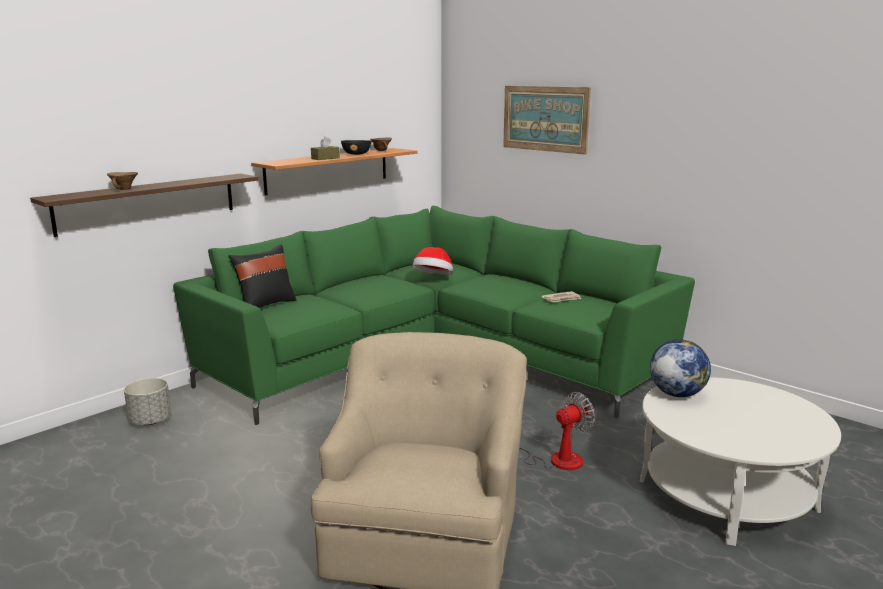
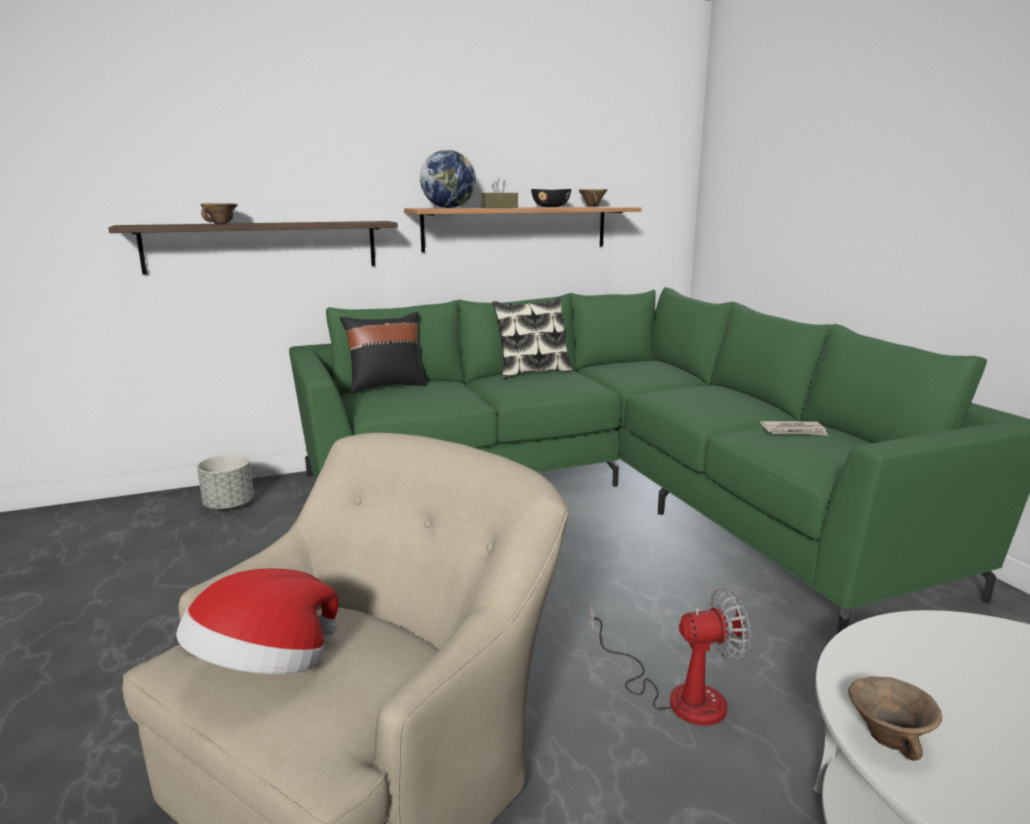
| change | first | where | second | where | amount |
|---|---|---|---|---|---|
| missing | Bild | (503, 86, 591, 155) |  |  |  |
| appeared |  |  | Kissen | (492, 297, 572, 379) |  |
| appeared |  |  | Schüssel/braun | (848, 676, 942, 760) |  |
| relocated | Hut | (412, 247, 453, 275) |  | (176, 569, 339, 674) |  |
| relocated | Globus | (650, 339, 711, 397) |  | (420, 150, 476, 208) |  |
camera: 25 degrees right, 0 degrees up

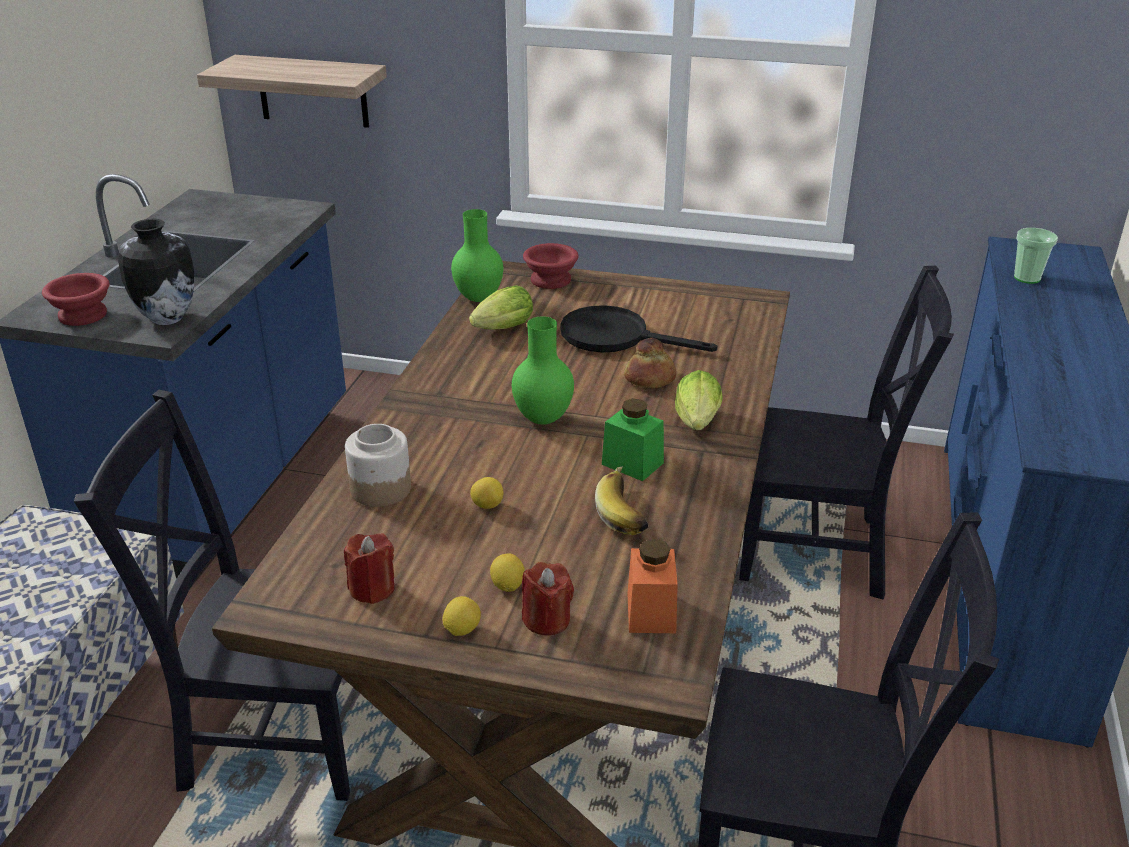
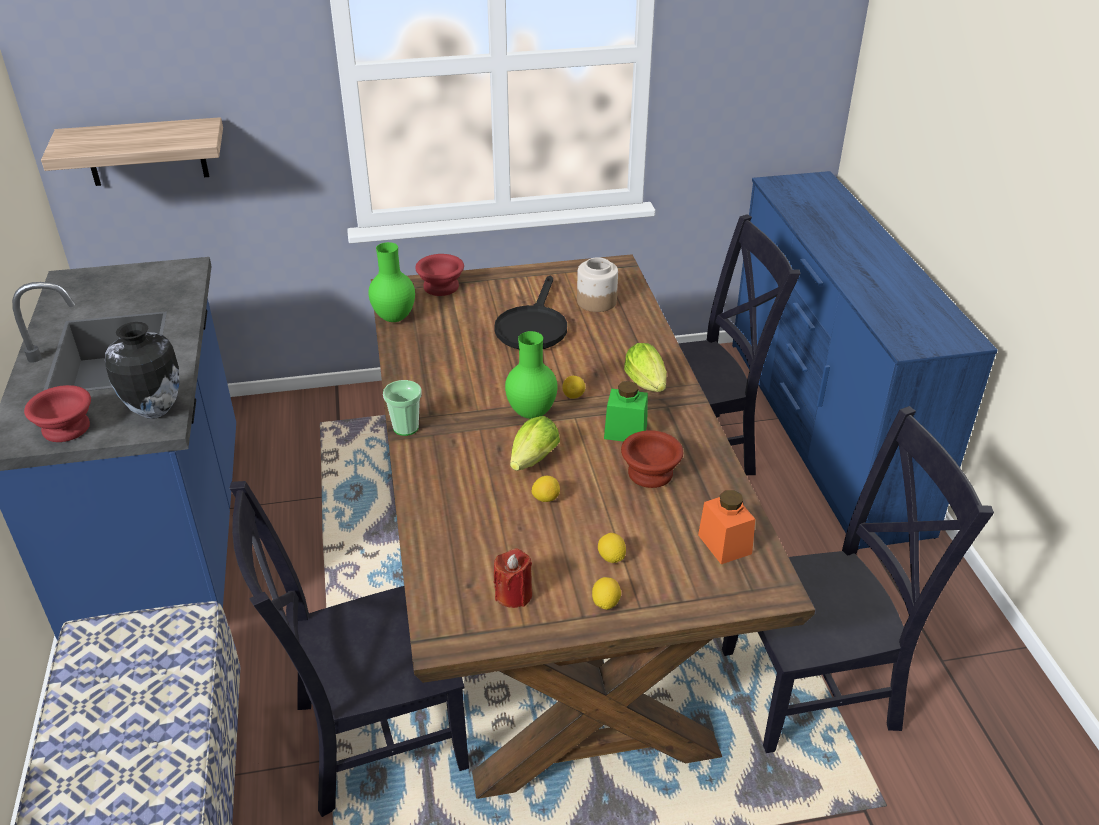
| change | first | where | second | where | amount |
|---|---|---|---|---|---|
| missing | Kerze/rot | (522, 562, 574, 635) |  |  |  |
| missing | Brot | (624, 338, 676, 389) |  |  |  |
| appeared |  |  | Zitrone | (562, 376, 585, 399) |  |
| relocated | Vorratsglas | (345, 424, 411, 507) |  | (577, 257, 618, 312) |  |
| relocated | Salatkopf | (469, 285, 533, 330) |  | (510, 416, 560, 471) |  |
| relocated | Tasse | (1014, 228, 1058, 284) |  | (383, 380, 422, 436) |  |
| exchanged | Banane | (595, 466, 649, 535) | Schüssel/braun | (621, 430, 683, 488) |  |
| spun | Pfanne/schwarz | (560, 305, 717, 352) |  | (494, 275, 567, 349) | 75 degrees counterclockwise |
camera: 25 degrees left, 5 degrees up

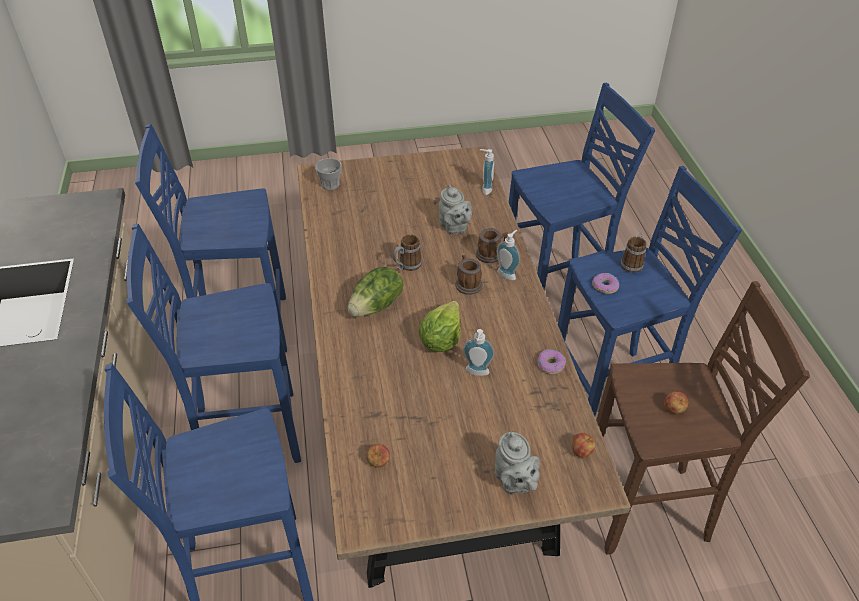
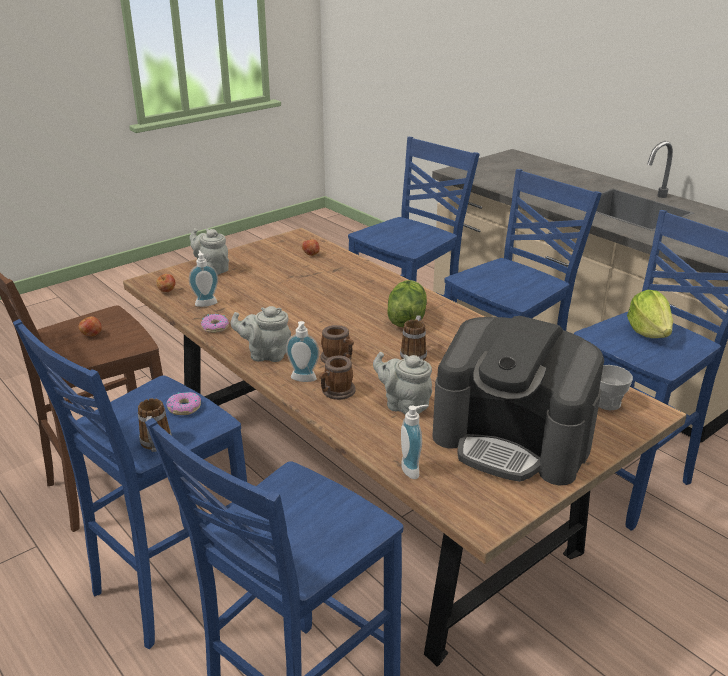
| change | first | where | second | where | amount |
|---|---|---|---|---|---|
| appeared |  |  | Teekanne/grau | (231, 306, 291, 362) |  |
| appeared |  |  | Kaffeemaschine | (432, 316, 604, 485) |  |
| relocated | Salatkopf | (418, 301, 461, 352) |  | (627, 290, 673, 338) |  |
| relocated | Seifenspender | (463, 329, 495, 376) |  | (189, 250, 218, 307) |  |
camera: 150 degrees right, 15 degrees down

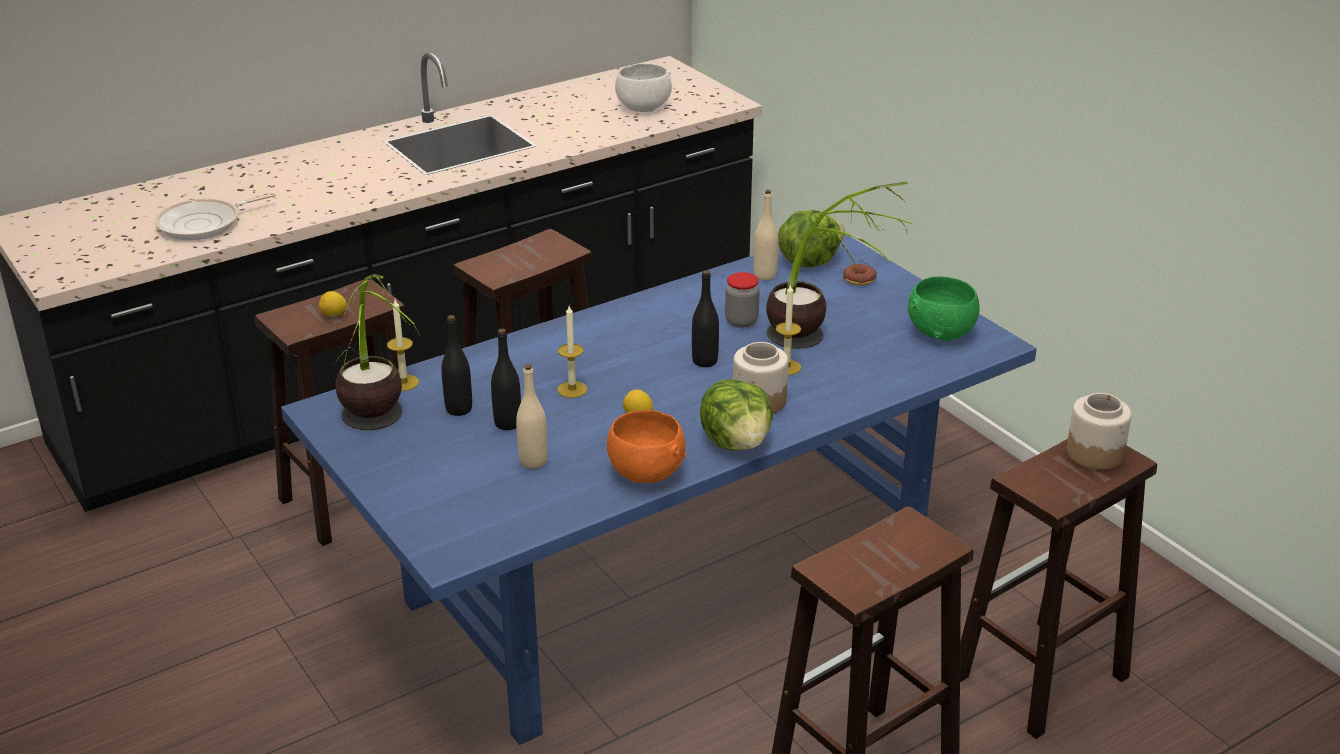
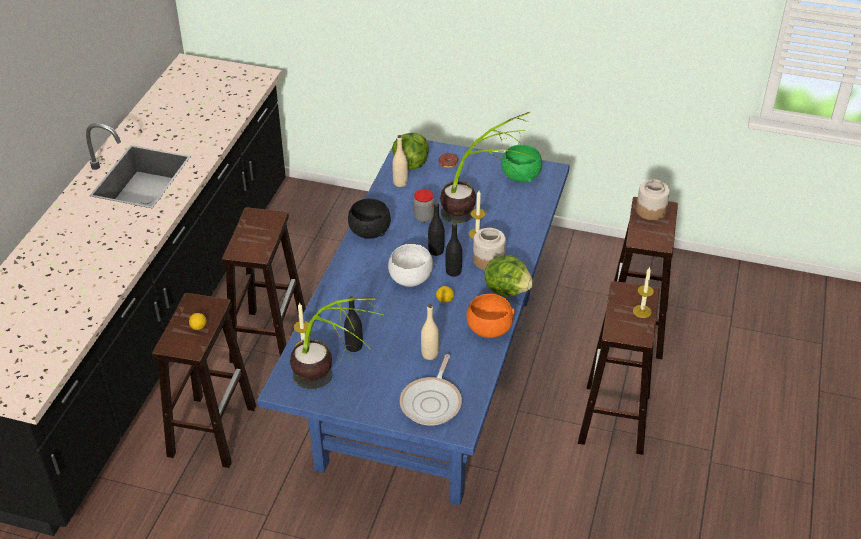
| change | first | where | second | where | amount |
|---|---|---|---|---|---|
| appeared |  |  | Schüssel/schwarz | (348, 198, 391, 239) |  |
| relocated | Pfanne | (155, 193, 276, 240) |  | (400, 354, 462, 426) |  |
| relocated | Flasche/schwarz | (491, 329, 521, 430) |  | (446, 222, 462, 277) |  |
| relocated | Kerze | (558, 306, 587, 398) |  | (633, 267, 654, 318) |  |
| relocated | Schüssel/weiß | (615, 63, 672, 112) |  | (388, 244, 433, 287) |  |
camera: 40 degrees left, 10 degrees up

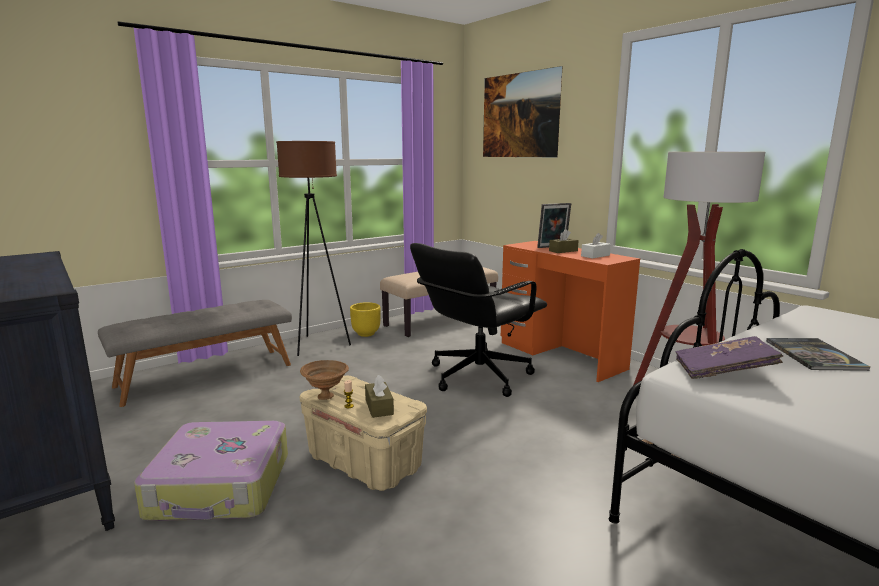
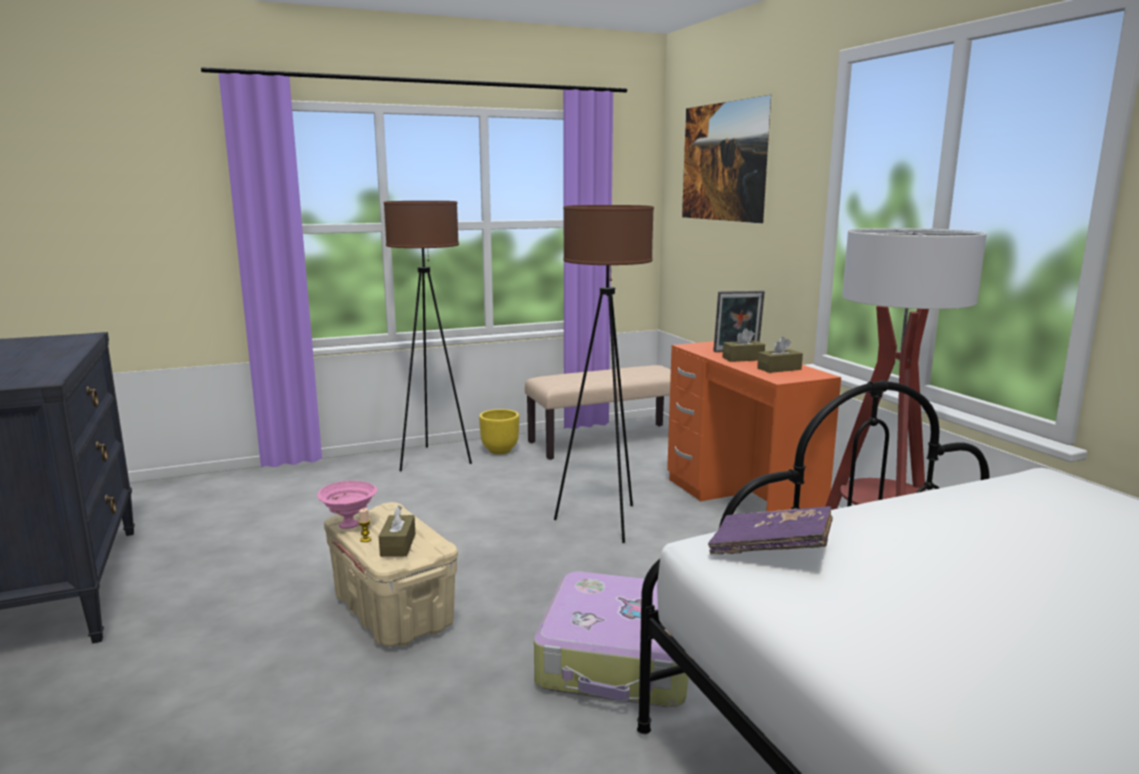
| change | first | where | second | where | amount |
|---|---|---|---|---|---|
| missing | Bank/grau | (98, 300, 292, 407) |  |  |  |
| missing | Buch | (766, 338, 870, 371) |  |  |  |
| relocated | Koffer | (134, 421, 288, 521) |  | (534, 572, 689, 707) |  |
| exchanged | Bürostuhl/schwarz | (410, 243, 547, 397) | Stehlampe/braun | (554, 205, 654, 543) |  |
| colour | Schüssel/braun | (300, 360, 349, 400) | Schüssel/rosa | (317, 481, 377, 529) |  |
| colour | Taschentuchbox/weiß | (581, 233, 611, 258) | Taschentuchbox/braun | (757, 337, 803, 373) |  |
camera: 15 degrees right, 0 degrees up

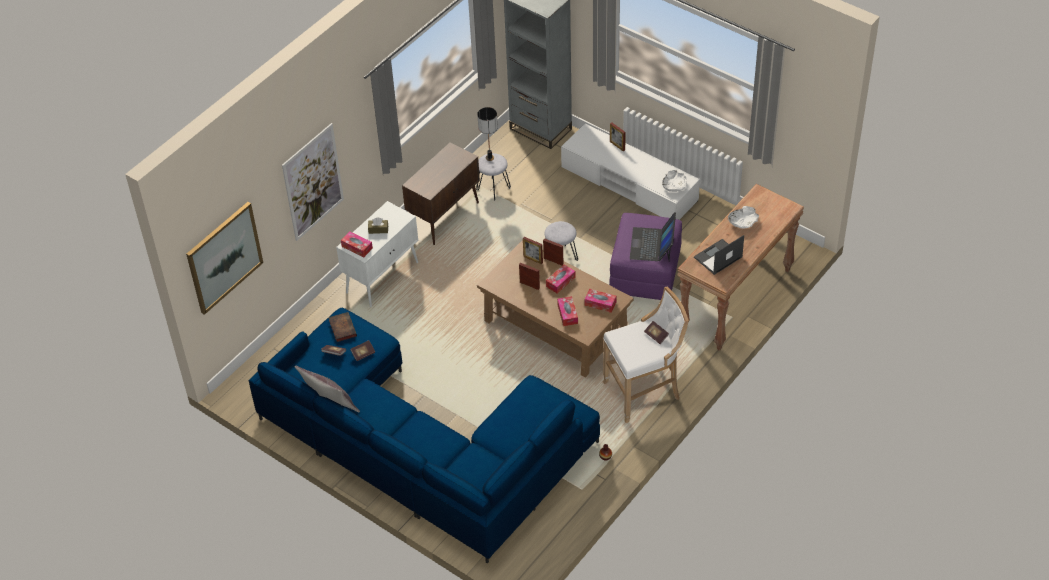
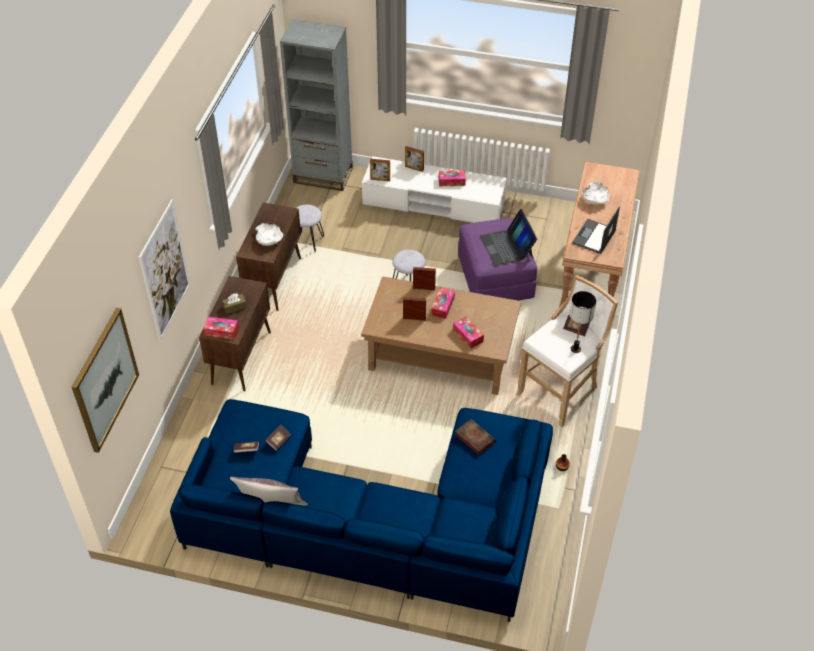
| change | first | where | second | where | amount |
|---|---|---|---|---|---|
| relocated | Buch | (328, 312, 357, 342) |  | (455, 419, 496, 455) |  |
| relocated | Tischlampe | (477, 107, 498, 161) |  | (570, 291, 596, 353) |  |
| relocated | Bilderrahmen | (523, 237, 543, 264) |  | (370, 159, 390, 181) |  |
| relocated | Taschentuchbox | (585, 289, 616, 313) |  | (439, 170, 466, 186) |  |
| relocated | Schüssel/weiß | (662, 170, 687, 192) |  | (255, 223, 283, 246) |  |
| colour | Schrank/weiß | (336, 201, 418, 307) | Schrank/braun | (199, 276, 271, 391) |  |
camera: 25 degrees left, 0 degrees up

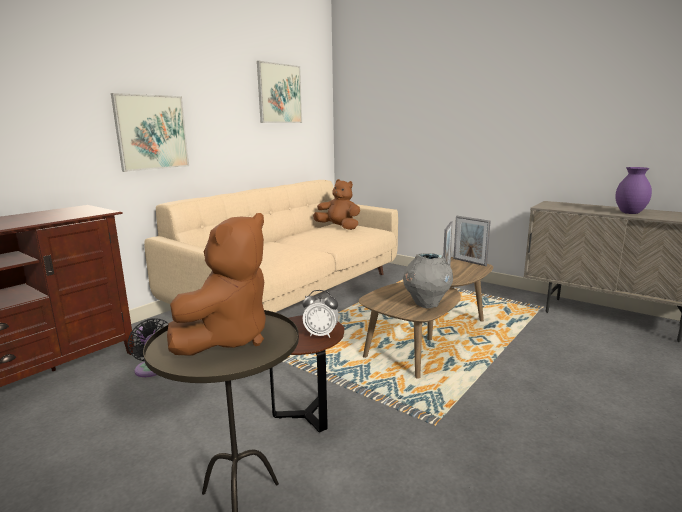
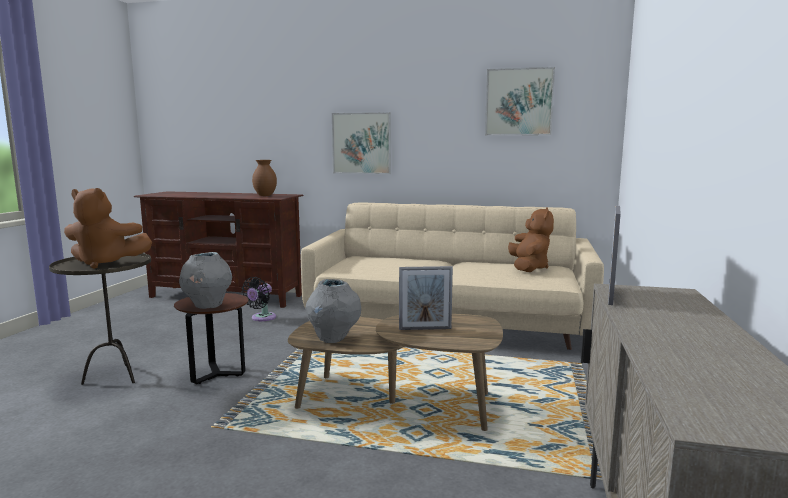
| change | first | where | second | where | amount |
|---|---|---|---|---|---|
| missing | Vase/lila | (615, 167, 652, 214) |  |  |  |
| appeared |  |  | Vase/braun | (252, 160, 277, 196) |  |
| relocated | Bilderrahmen | (453, 216, 491, 266) |  | (608, 206, 621, 305) |  |
| exchanged | Wecker | (302, 290, 339, 338) | Vase/grau | (179, 252, 232, 309) |  |
camera: 65 degrees right, 5 degrees down

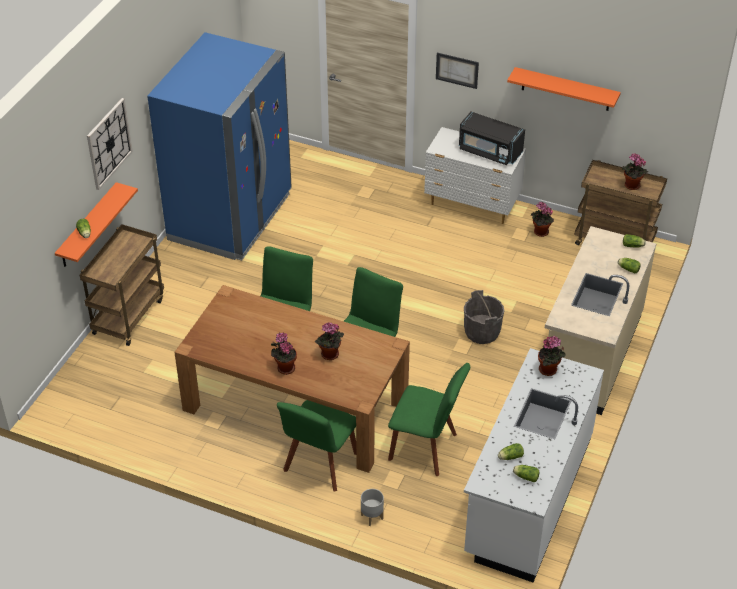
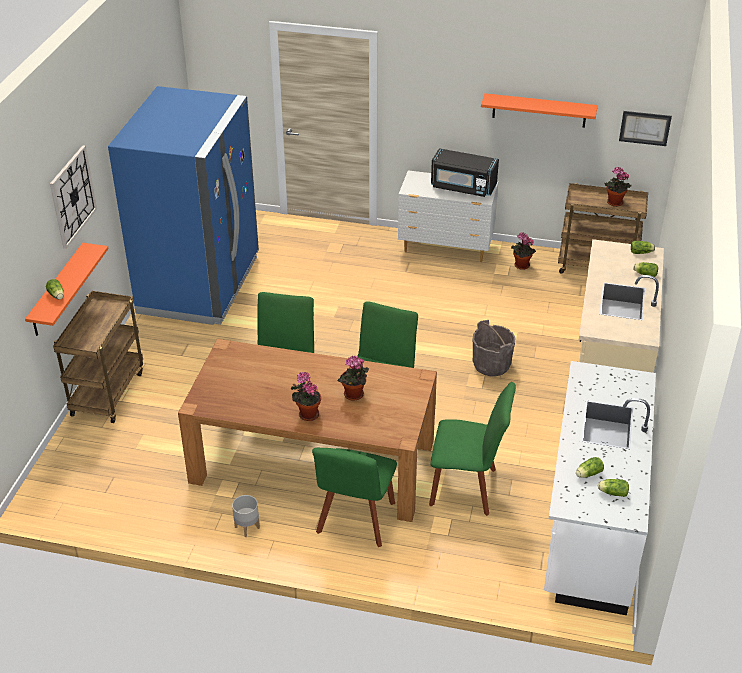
| change | first | where | second | where | amount |
|---|---|---|---|---|---|
| missing | Topfpflanze | (538, 336, 566, 376) |  |  |  |
| relocated | Pflanzkübel/grau | (361, 489, 384, 526) |  | (232, 495, 260, 537) |  |
| relocated | Bild | (436, 53, 479, 89) |  | (619, 111, 672, 146) |  |
camera: 10 degrees left, 5 degrees down

